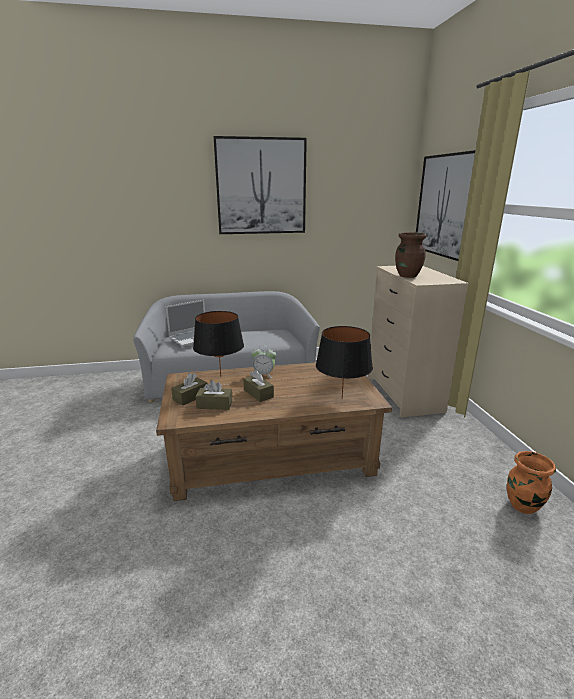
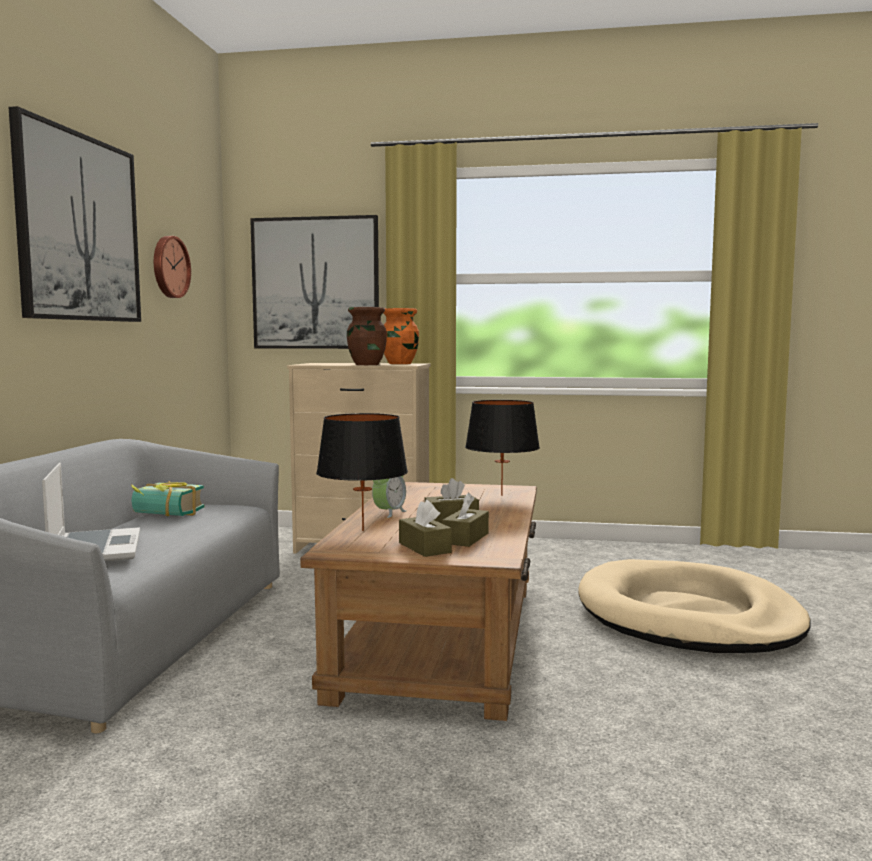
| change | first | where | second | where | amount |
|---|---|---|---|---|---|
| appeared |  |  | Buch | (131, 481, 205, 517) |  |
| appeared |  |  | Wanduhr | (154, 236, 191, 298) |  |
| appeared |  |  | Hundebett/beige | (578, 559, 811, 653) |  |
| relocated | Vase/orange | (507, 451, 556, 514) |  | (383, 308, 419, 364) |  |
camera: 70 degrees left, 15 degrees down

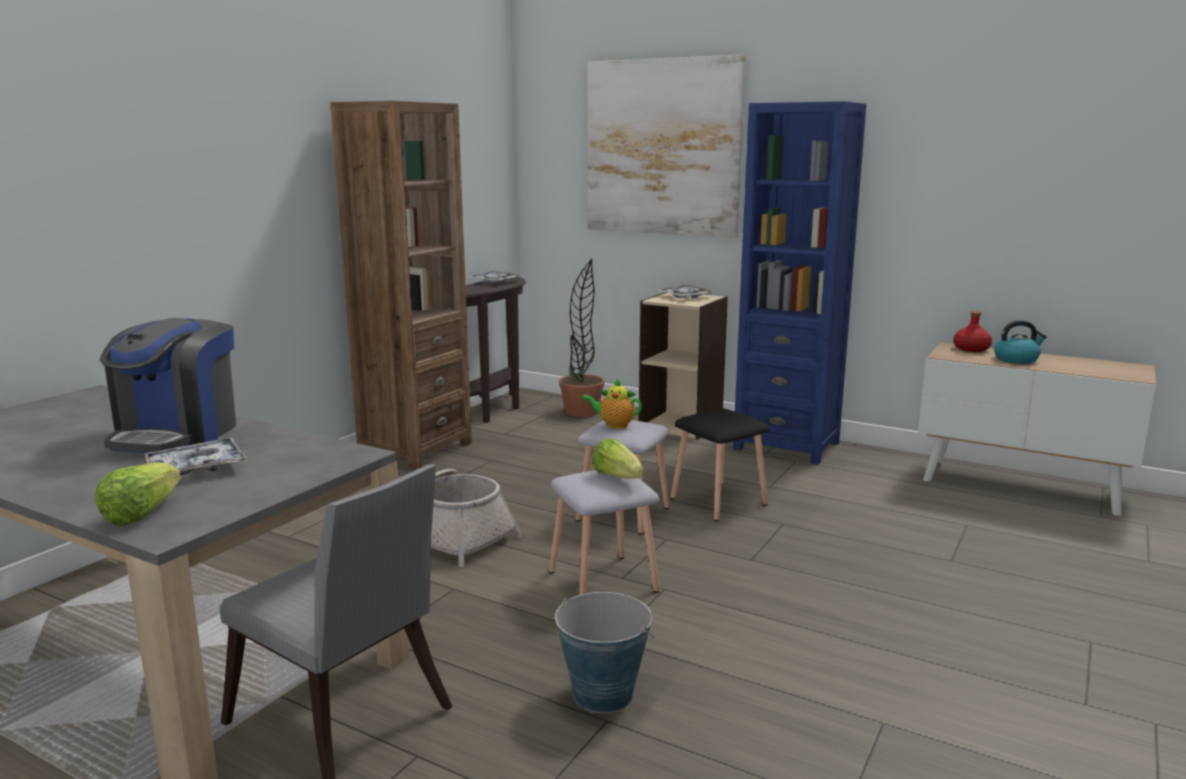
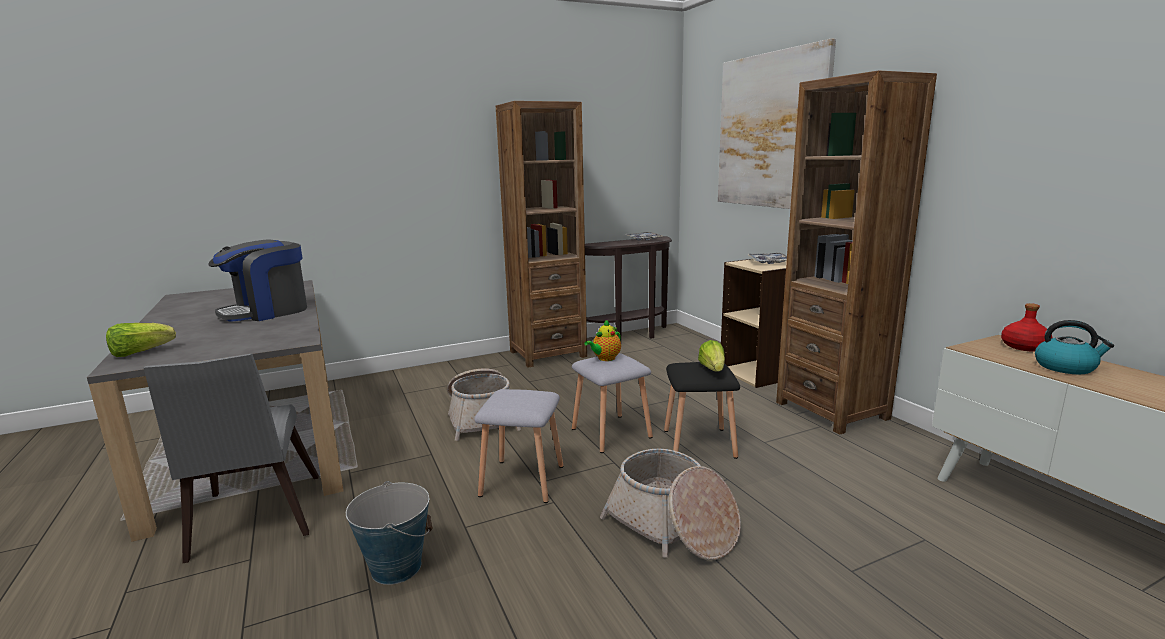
| change | first | where | second | where | amount |
|---|---|---|---|---|---|
| missing | Tablett | (144, 438, 247, 475) |  |  |  |
| missing | Topfpflanze | (559, 259, 605, 417) |  |  |  |
| appeared |  |  | Korb | (600, 449, 741, 560) |  |
| relocated | Salatkopf | (592, 439, 643, 479) |  | (698, 340, 725, 372) |  |
| colour | Bücherregal/blau | (733, 101, 866, 465) | Bücherregal/braun | (776, 71, 937, 435) |  |
| spun | Teekanne | (582, 378, 642, 429) |  | (584, 320, 621, 361) | 90 degrees counterclockwise |
camera: 35 degrees right, 0 degrees up

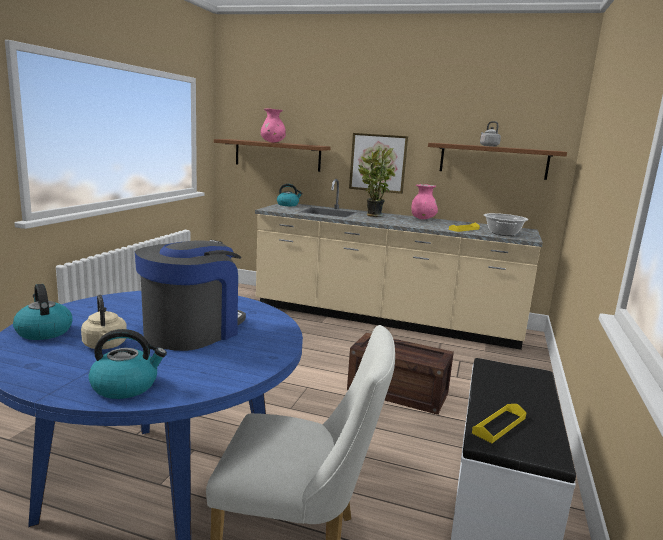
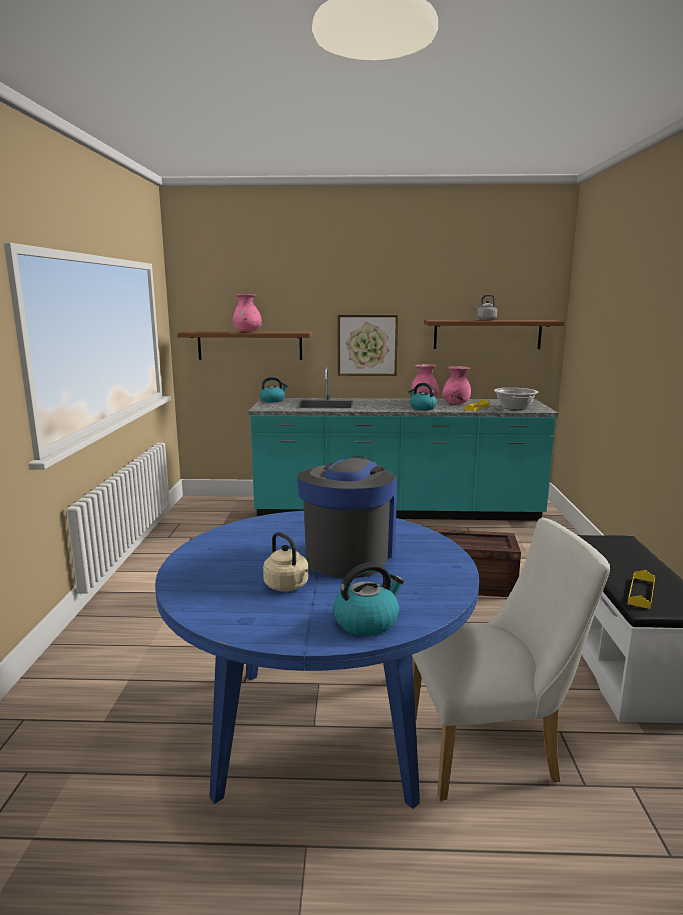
| change | first | where | second | where | amount |
|---|---|---|---|---|---|
| missing | Topfpflanze | (358, 146, 395, 217) |  |  |  |
| appeared |  |  | Vase/rosa | (442, 366, 471, 404) |  |
| relocated | Wasserkessel | (13, 284, 73, 340) |  | (408, 383, 437, 410) |  |
| colour | Küchenzeile/beige | (255, 179, 543, 350) | Küchenzeile/türkis | (248, 367, 559, 521) |  |
camera: 15 degrees left, 0 degrees up

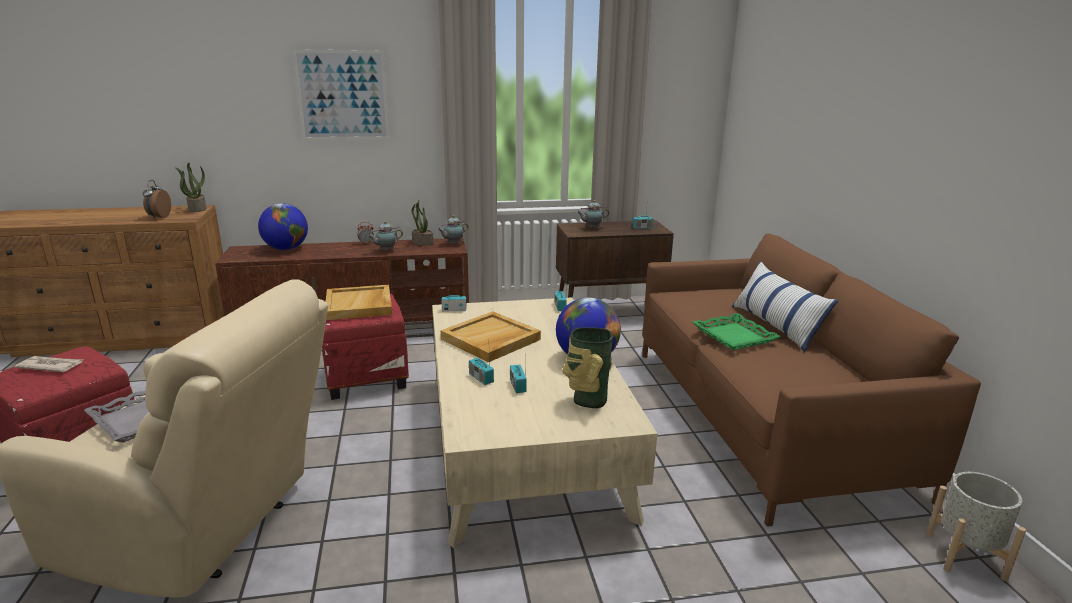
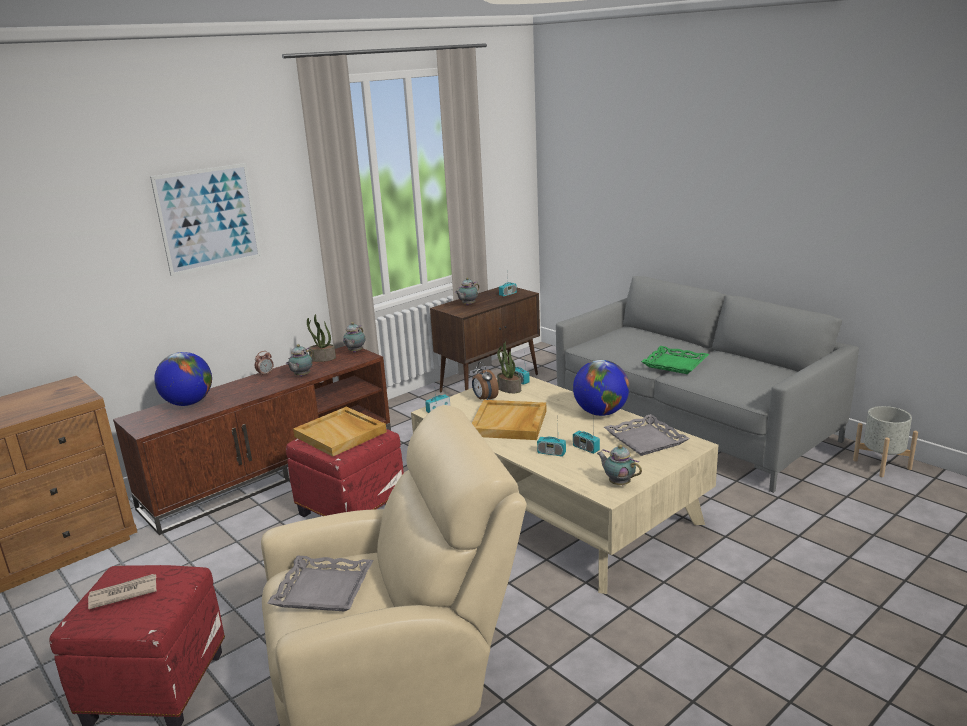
| change | first | where | second | where | amount |
|---|---|---|---|---|---|
| missing | Kissen | (732, 261, 838, 352) |  |  |  |
| appeared |  |  | Teekanne | (597, 445, 642, 485) |  |
| relocated | Wecker | (143, 180, 171, 219) |  | (472, 362, 499, 400) |  |
| relocated | Topfpflanze | (175, 163, 206, 212) |  | (497, 342, 521, 393) |  |
| exchanged | Vase | (562, 327, 613, 408) | Tablett/grau | (604, 414, 690, 456) |  |
| colour | Sofa/braun | (642, 233, 981, 527) | Sofa/grau | (556, 276, 859, 493) |  |
camera: 30 degrees left, 0 degrees up

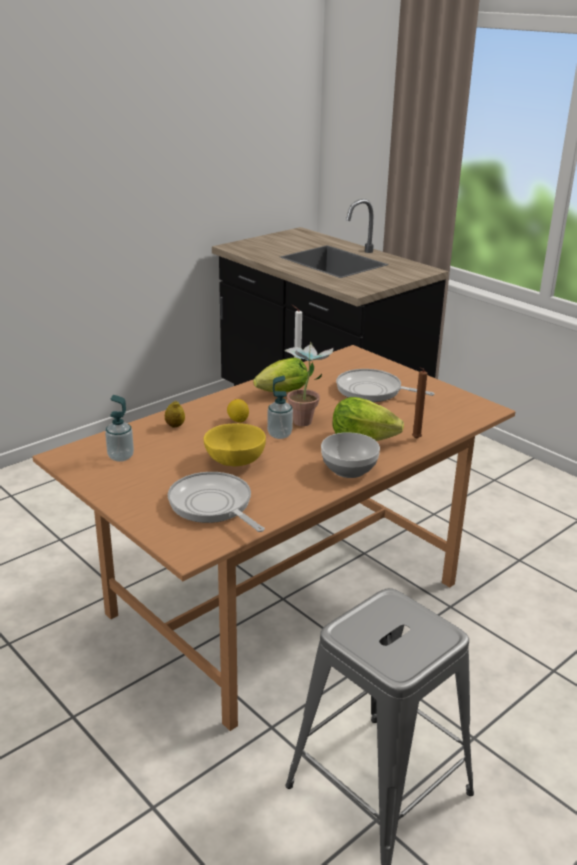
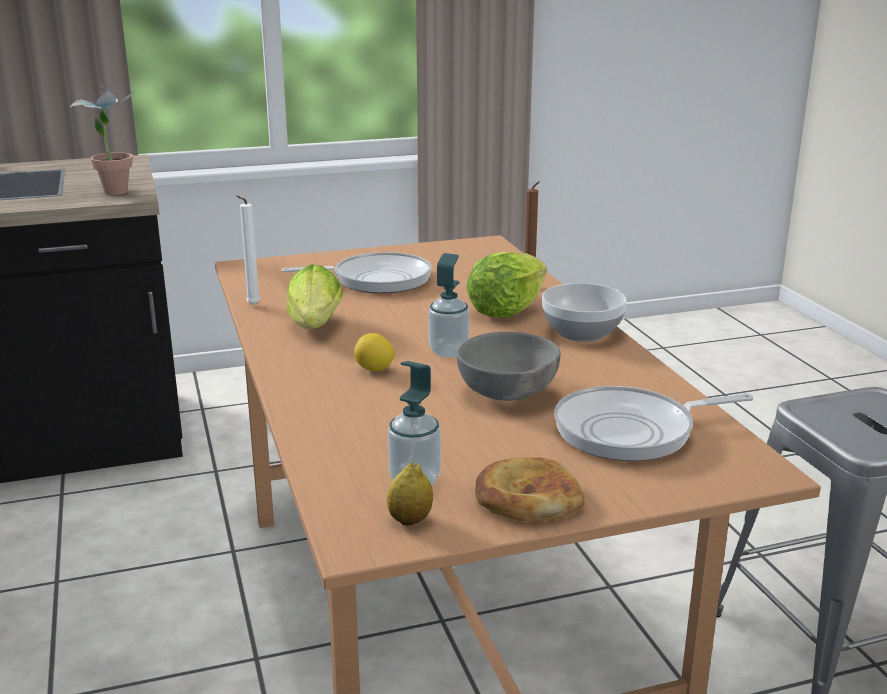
| change | first | where | second | where | amount |
|---|---|---|---|---|---|
| appeared |  |  | Brot | (475, 457, 585, 522) |  |
| relocated | Zitrone | (165, 401, 185, 427) |  | (387, 463, 433, 526) |  |
| relocated | Topfpflanze | (285, 342, 333, 426) |  | (70, 85, 136, 195) |  |
| colour | Schüssel/gelb | (204, 423, 266, 466) | Schüssel/grau | (457, 332, 560, 401) |  |
| spun | Pfanne | (336, 369, 435, 402) |  | (281, 252, 432, 293) | 150 degrees counterclockwise |
camera: 65 degrees left, 5 degrees down

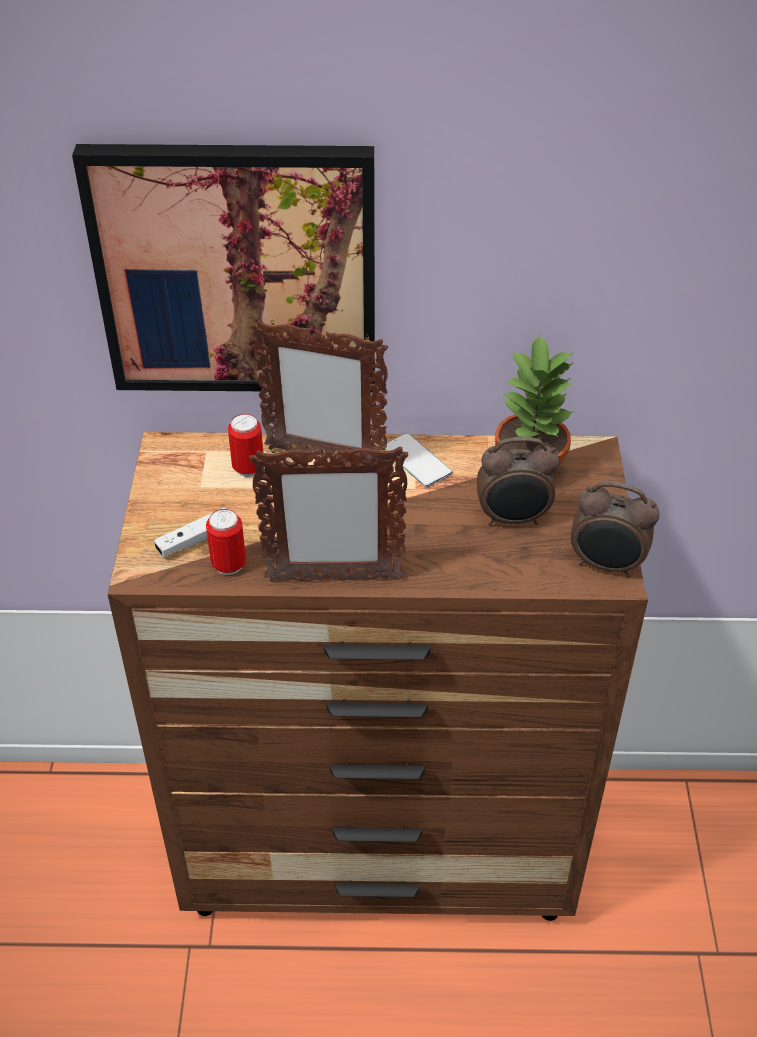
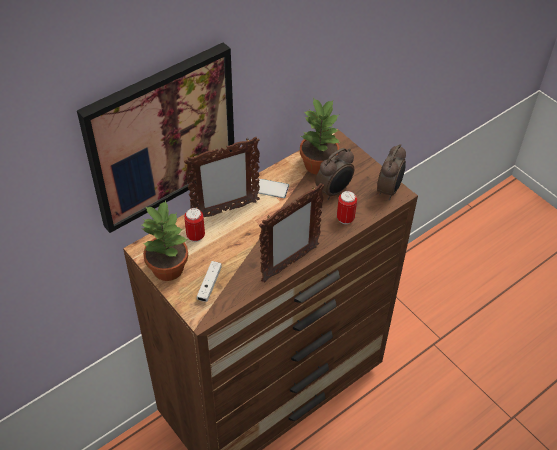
| change | first | where | second | where | amount |
|---|---|---|---|---|---|
| appeared |  |  | Topfpflanze | (141, 200, 188, 281) |  |
| relocated | Dose | (206, 509, 246, 575) |  | (337, 191, 357, 224) |  |
| spun | Wecker | (571, 481, 660, 577) |  | (377, 144, 406, 200) | 45 degrees counterclockwise |
camera: 40 degrees left, 5 degrees up

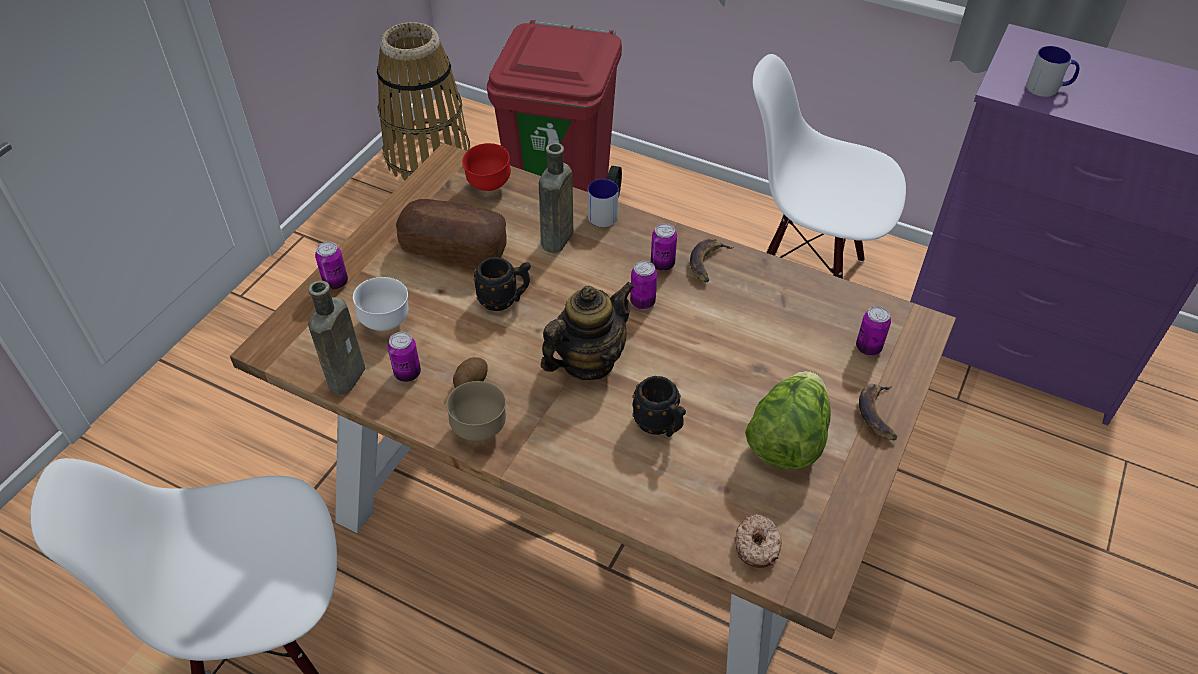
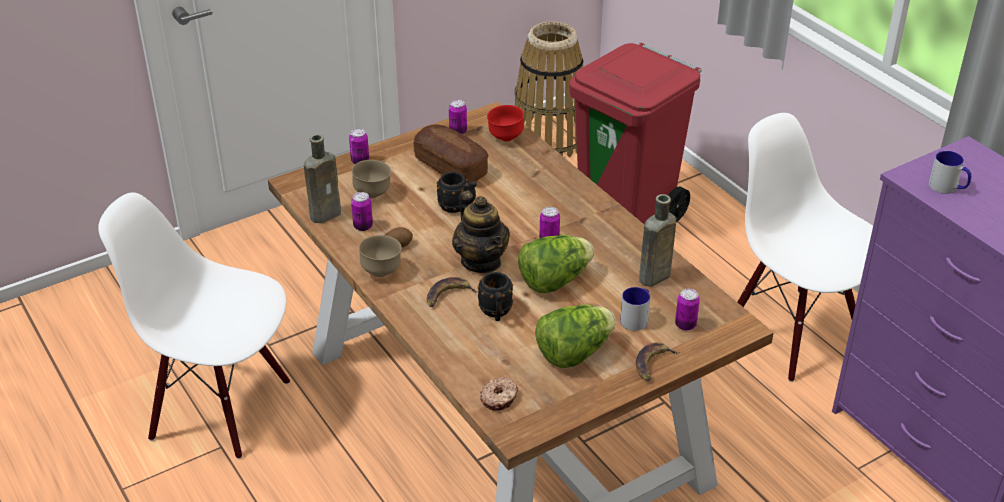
| change | first | where | second | where | amount |
|---|---|---|---|---|---|
| appeared |  |  | Salatkopf | (518, 235, 594, 293) |  |
| relocated | Flasche/braun | (539, 143, 573, 253) |  | (639, 194, 676, 287) |  |
| relocated | Henkelbecher | (588, 179, 619, 227) |  | (620, 287, 650, 331) |  |
| relocated | Dose | (651, 223, 677, 271) |  | (449, 99, 467, 134) |  |
| relocated | Banane | (690, 238, 734, 283) |  | (427, 277, 478, 307) |  |
| colour | Schüssel/weiß | (353, 277, 409, 331) | Schüssel/braun | (352, 160, 391, 198) |  |
| spun | Teekanne | (540, 282, 635, 380) |  | (452, 191, 510, 273) | 75 degrees clockwise |
camera: 30 degrees right, 10 degrees down

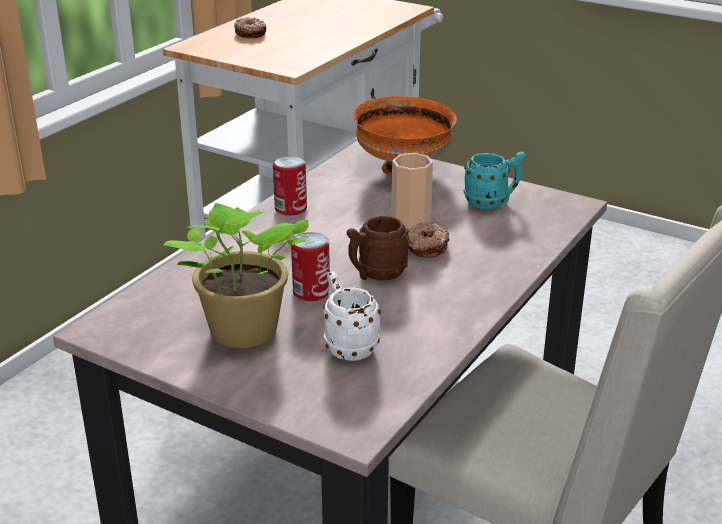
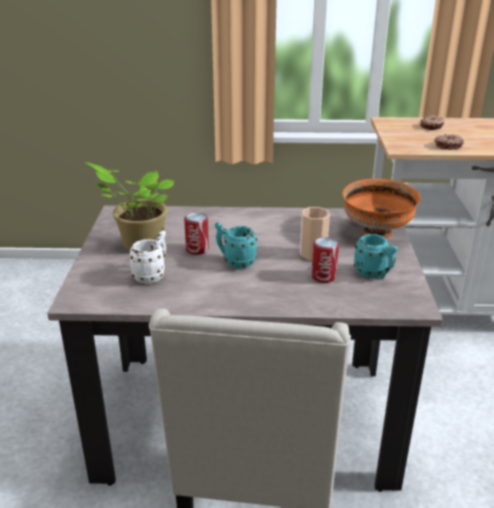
| change | first | where | second | where | amount |
|---|---|---|---|---|---|
| relocated | Dose | (273, 156, 307, 216) |  | (311, 237, 339, 283) |  |
| relocated | Donut | (408, 222, 450, 258) |  | (434, 134, 464, 150) |  |
| colour | Henkelbecher/braun | (347, 216, 409, 281) | Henkelbecher/türkis | (215, 222, 257, 268) |  |
camera: 60 degrees right, 0 degrees up

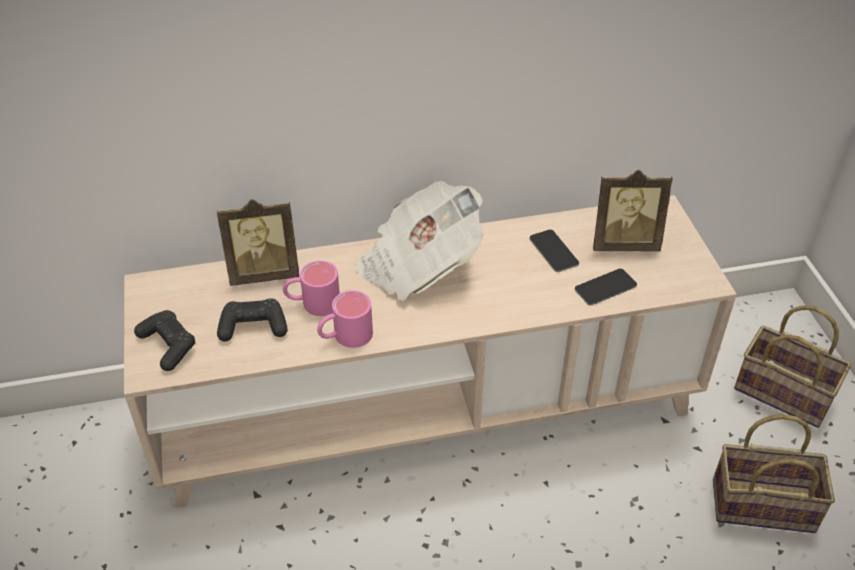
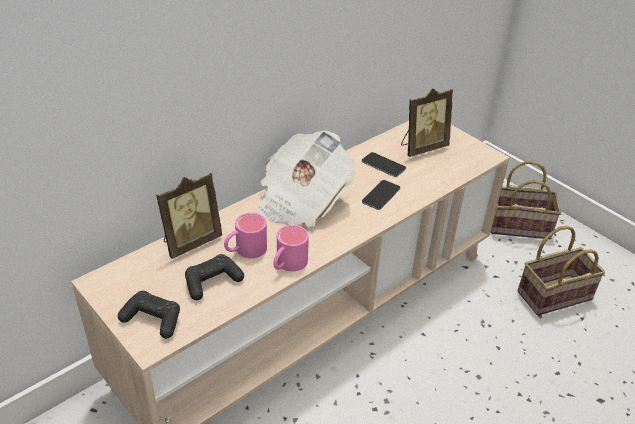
| change | first | where | second | where | amount |
|---|---|---|---|---|---|
| relocated | Handy | (575, 269, 637, 305) |  | (362, 180, 400, 210) |  |
camera: 30 degrees left, 5 degrees down

